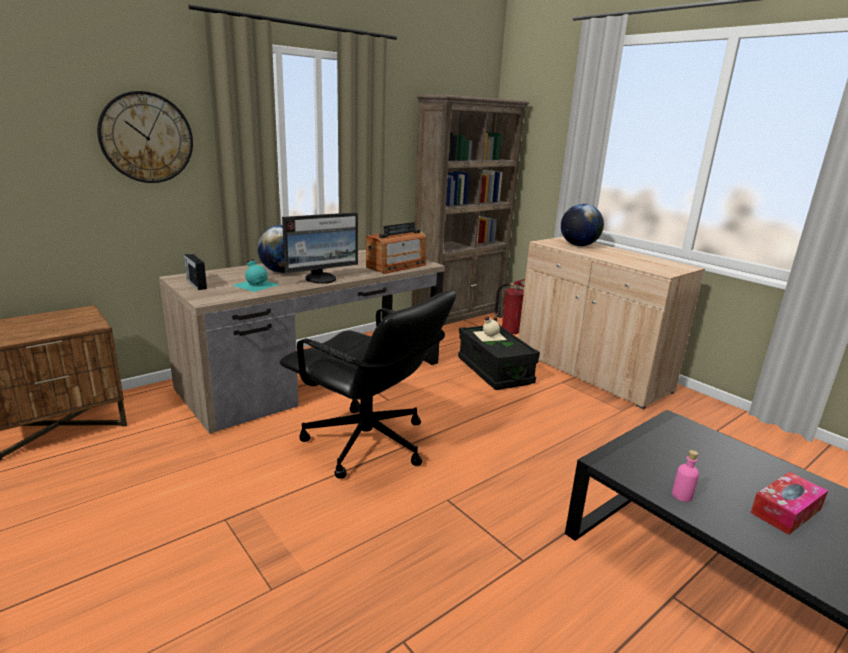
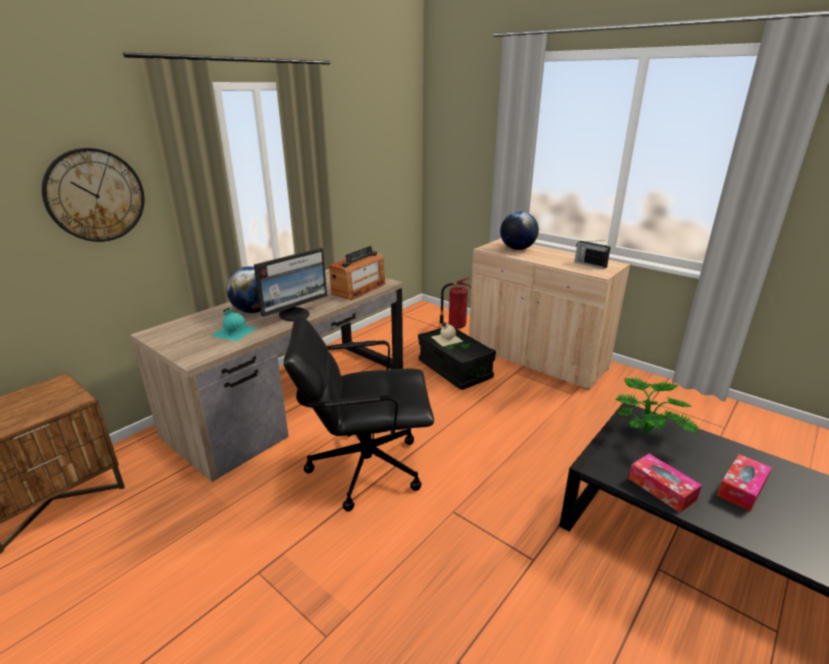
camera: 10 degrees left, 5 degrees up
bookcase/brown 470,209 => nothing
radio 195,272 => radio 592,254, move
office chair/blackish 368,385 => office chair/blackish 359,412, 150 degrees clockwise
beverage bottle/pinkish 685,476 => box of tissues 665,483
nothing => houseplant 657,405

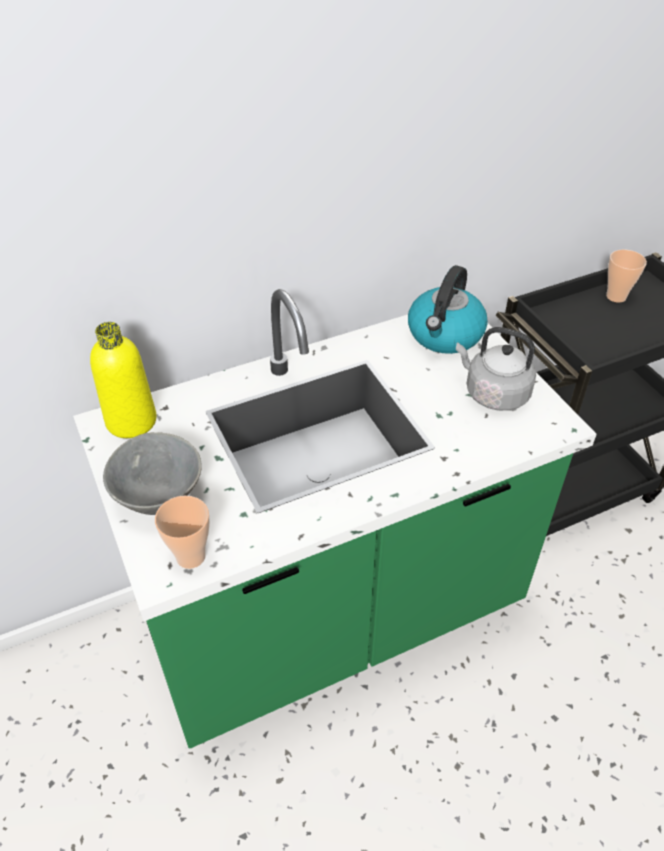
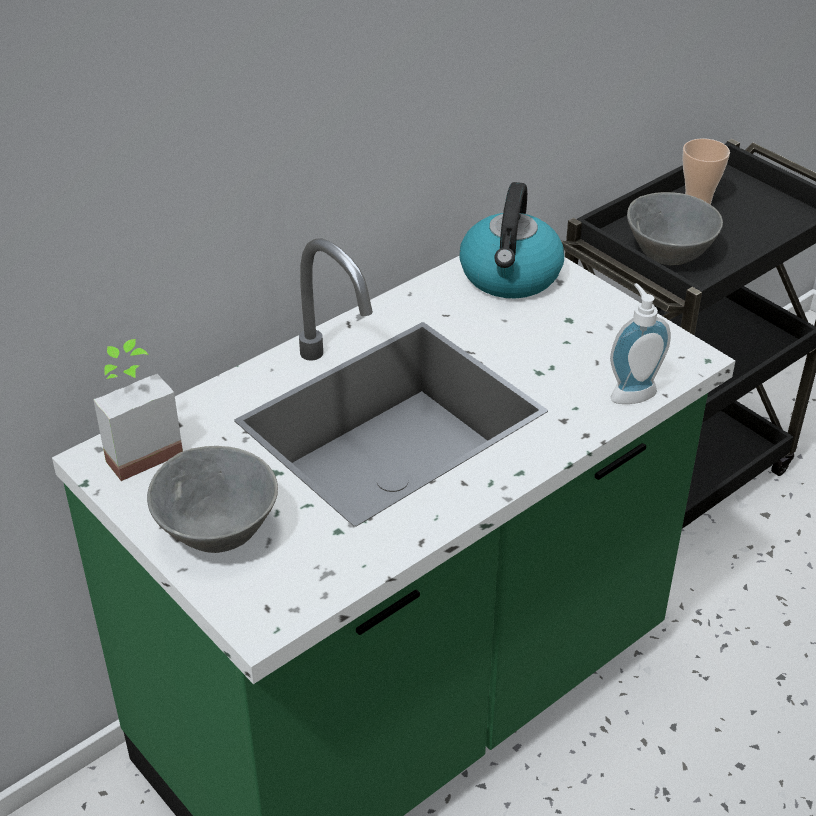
camera: 15 degrees left, 5 degrees down
beverage bottle/yellow 123,380 => houseplant 138,410
tea kettle/grey 496,369 => nothing
drinking cup 182,532 => nothing
nothing => deep dish/grey 675,228
nothing => liquid soap bottle 640,343

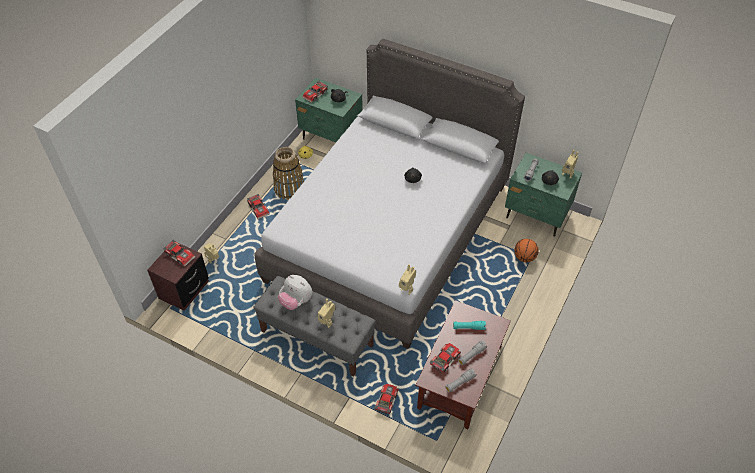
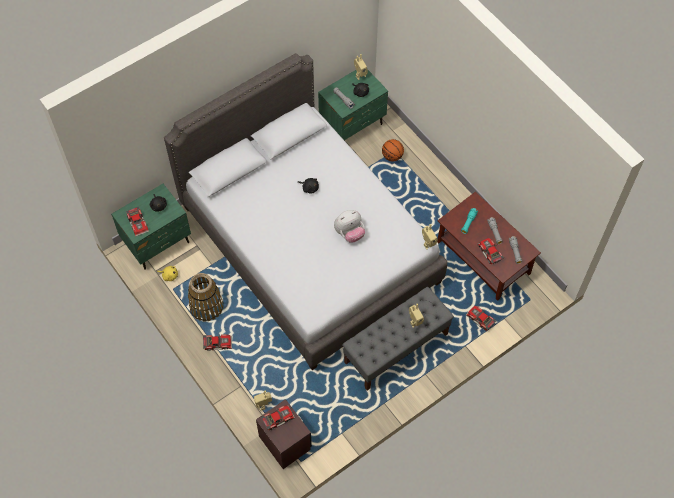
camera: 65 degrees left, 10 degrees up
soft toy 295,292 => soft toy 349,226, move

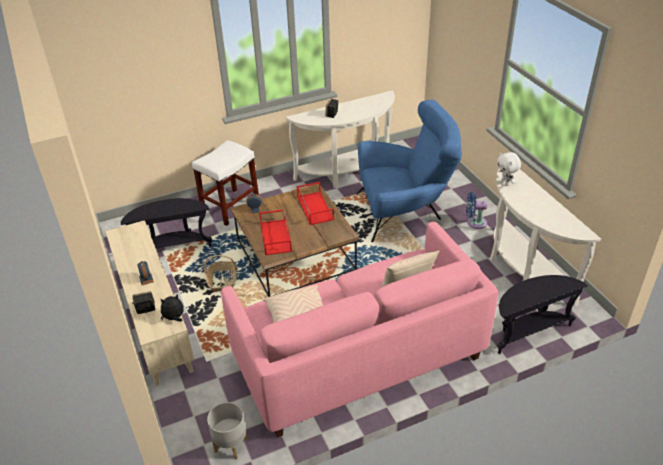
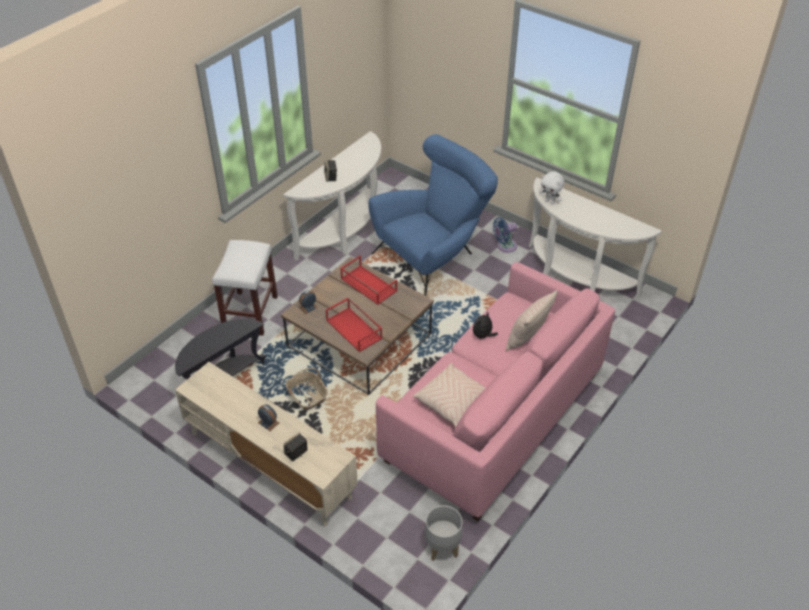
camera: 30 degrees left, 5 degrees up
accent table/blackish 542,314 => nothing
soft toy 172,308 => soft toy 485,326, move

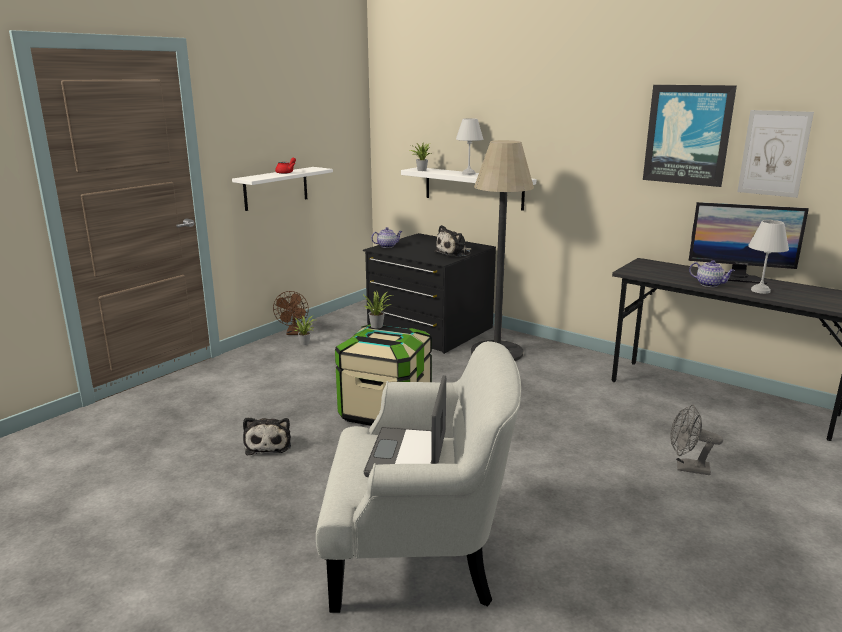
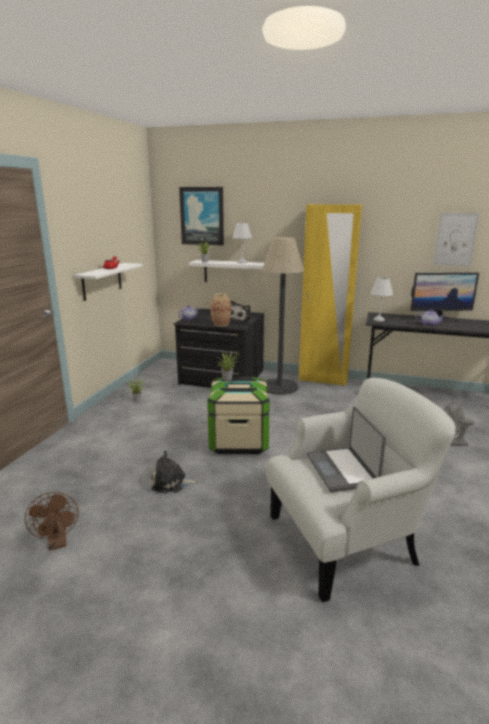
camera: 20 degrees left, 0 degrees up
picture 690,136 => picture 201,216, move
lamp for a table/white-coloured 768,257 => lamp for a table/white-coloured 382,299, move
electric fan/brown 291,313 => electric fan/brown 52,521, move
soft toy 267,436 => soft toy 174,471, 120 degrees clockwise
nothing => clothes cupboard/yellow 330,295
nothing => vase 221,310

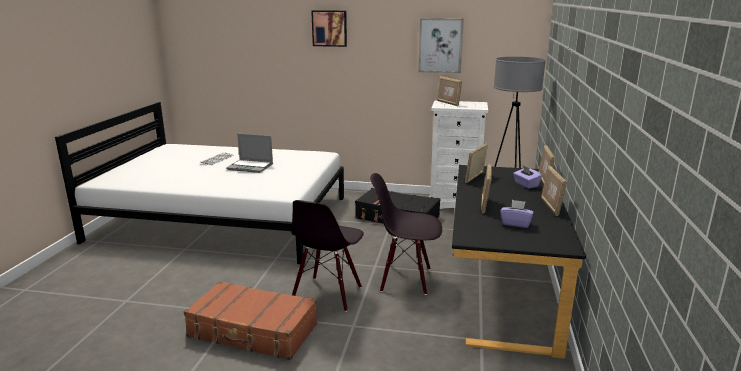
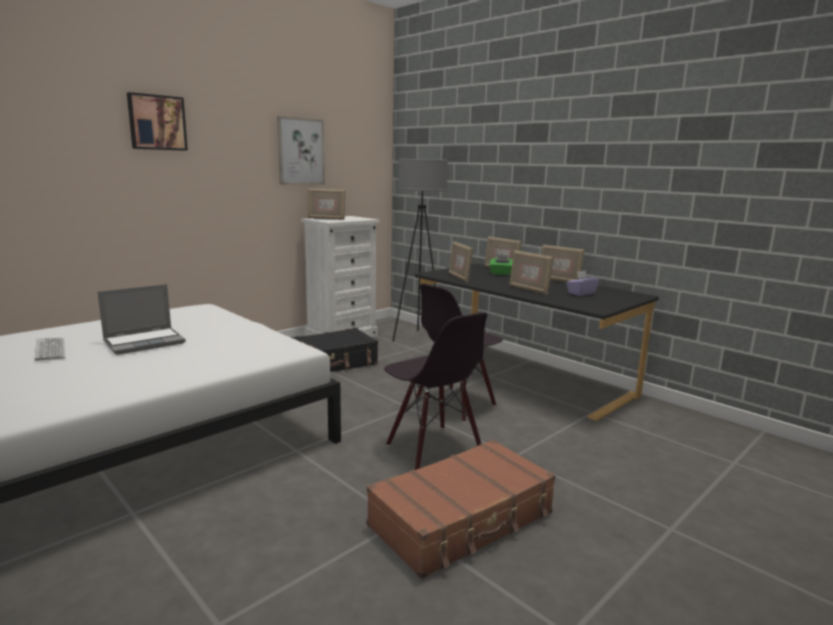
camera: 55 degrees left, 5 degrees down
box of tissues/purplish 527,177 => box of tissues/green 501,265

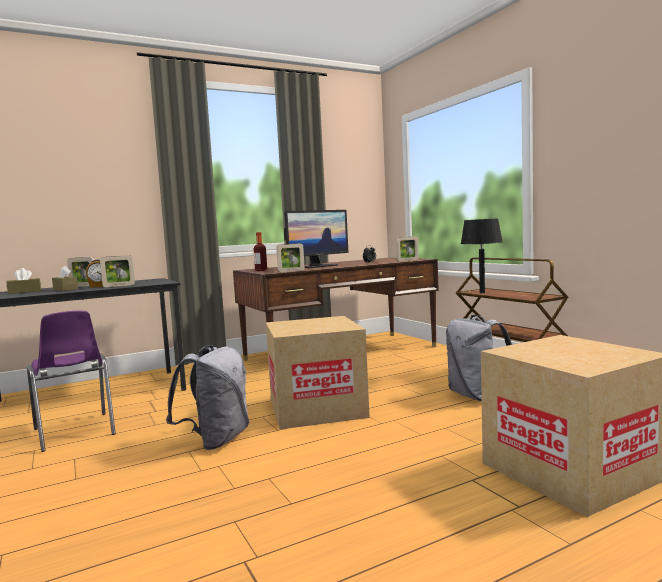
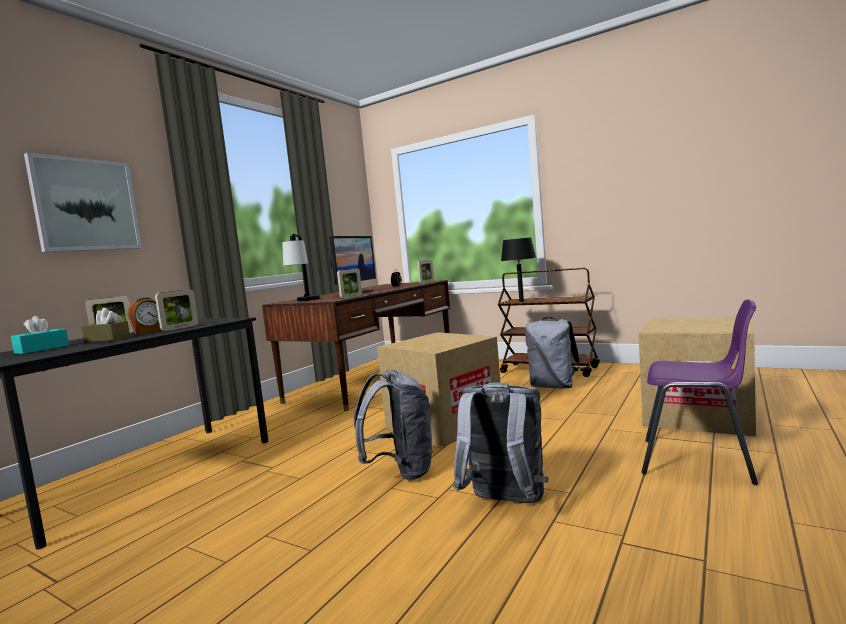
camera: 30 degrees left, 0 degrees up
beverage bottle 260,251 => lamp for a table 301,267
box of tissues/brown 24,281 => box of tissues/turquoise 40,335
upright chair/purplish 71,381 => upright chair/purplish 699,392, move
nothing => picture 83,202
nothing => rucksack/grey 500,442

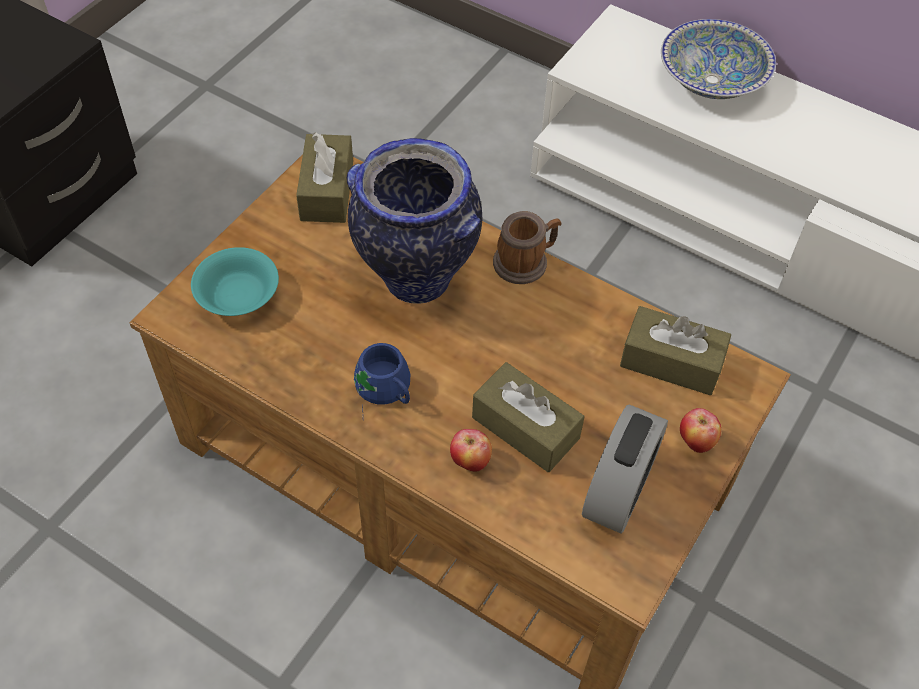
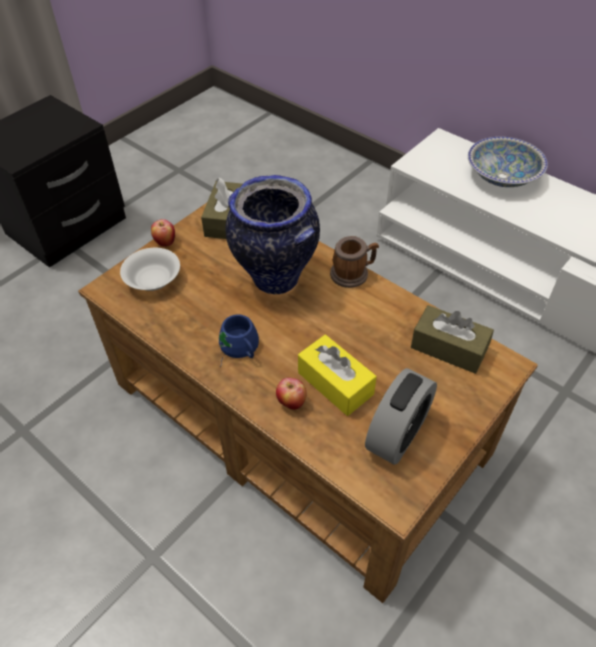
camera: 10 degrees right, 5 degrees down
deep dish/turquoise 235,281 => deep dish/white-coloured 150,269
box of tissues/brown 528,417 => box of tissues/yellow 337,375
apple 700,430 => apple 163,233, move

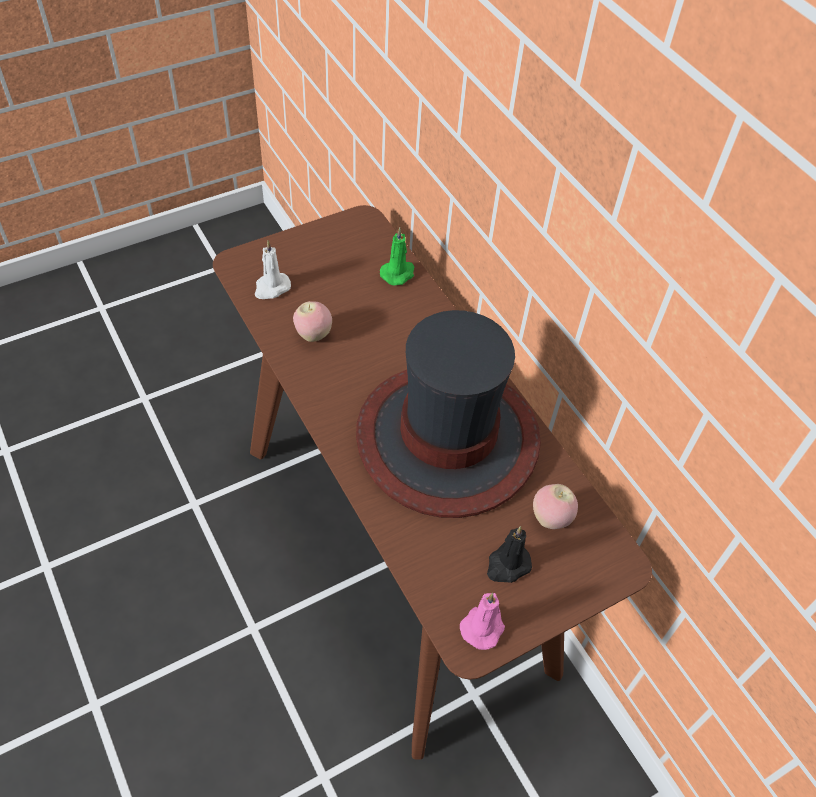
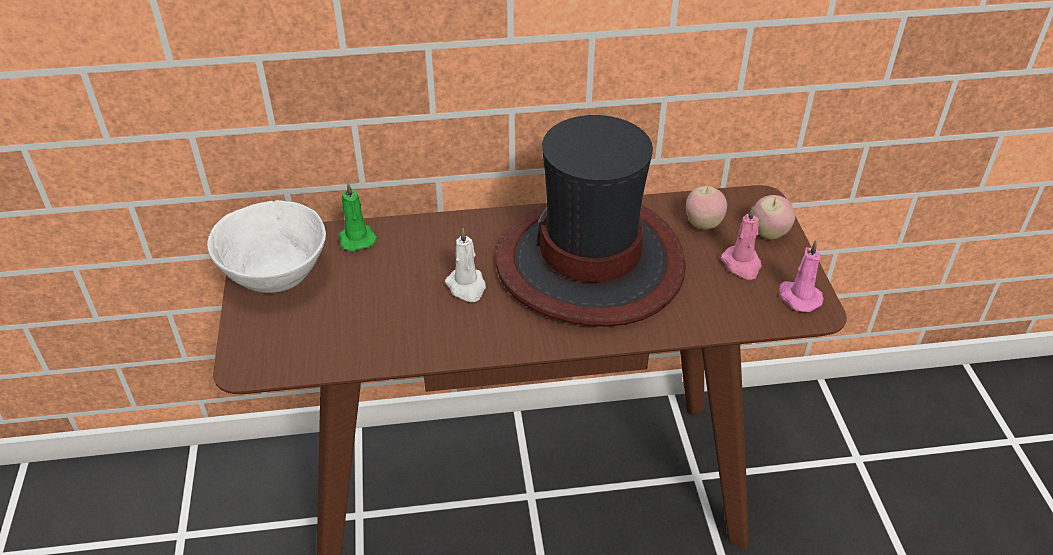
camera: 65 degrees left, 10 degrees down
wax light/white-coloured 272,269 => wax light/white-coloured 465,265, move
apple 312,321 => apple 774,217, move
wax light/blackish 509,554 => wax light/pinkish 741,243
nothing => deep dish/white-coloured 266,246

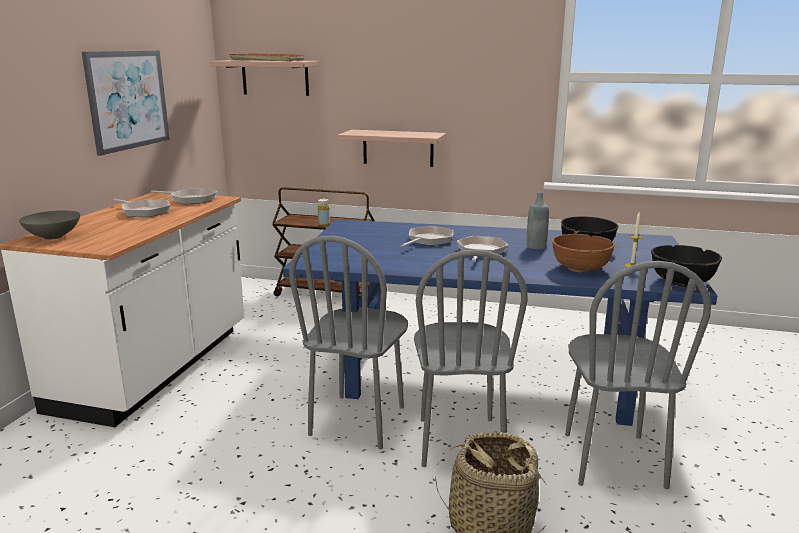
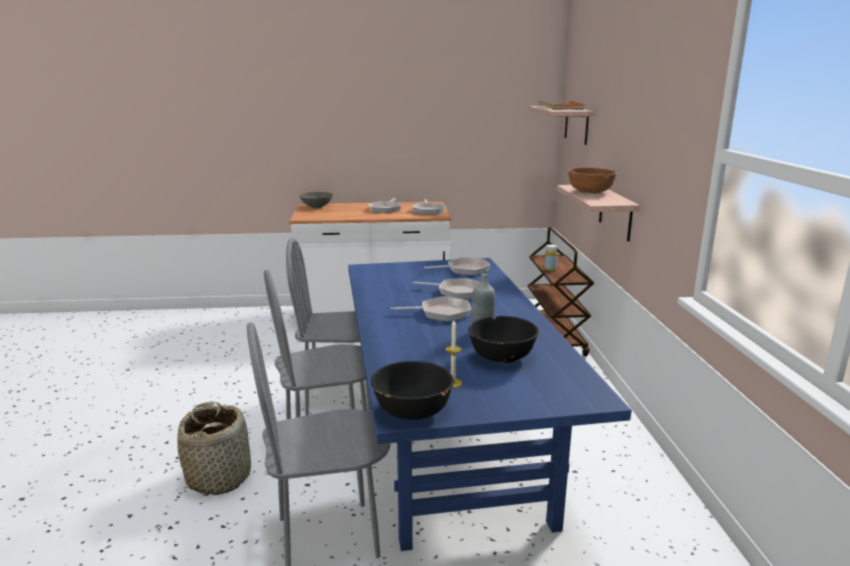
camera: 70 degrees right, 0 degrees up
picture 126,103 => nothing
deep dish/brown 583,253 => deep dish/brown 592,181, move
nothing => pan 457,266

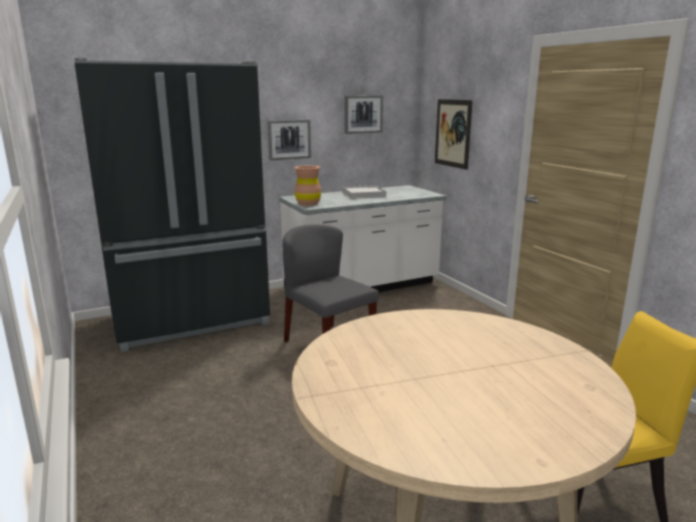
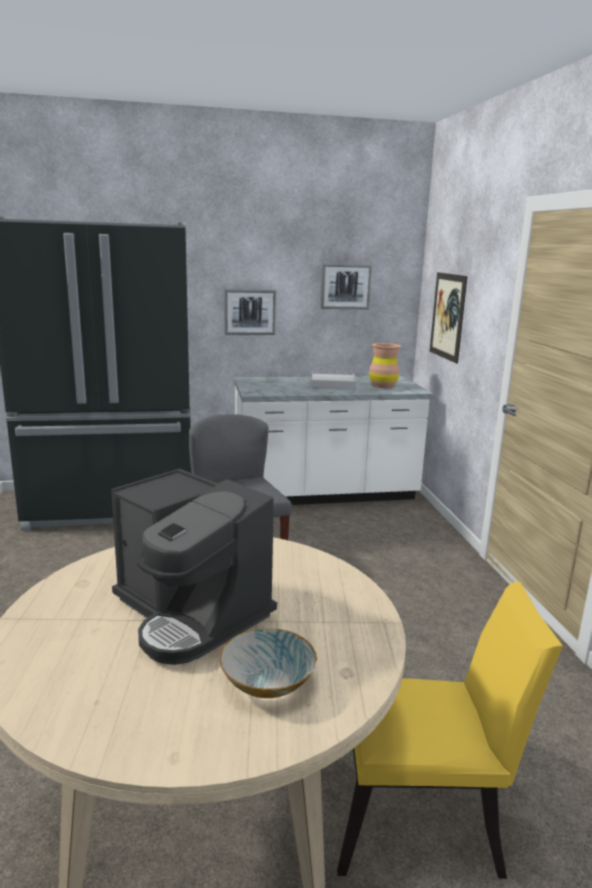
camera: 15 degrees right, 0 degrees up
vase/brown 307,186 => vase/brown 385,365, move
nothing => coffee maker 194,567
nothing => deep dish 268,663

